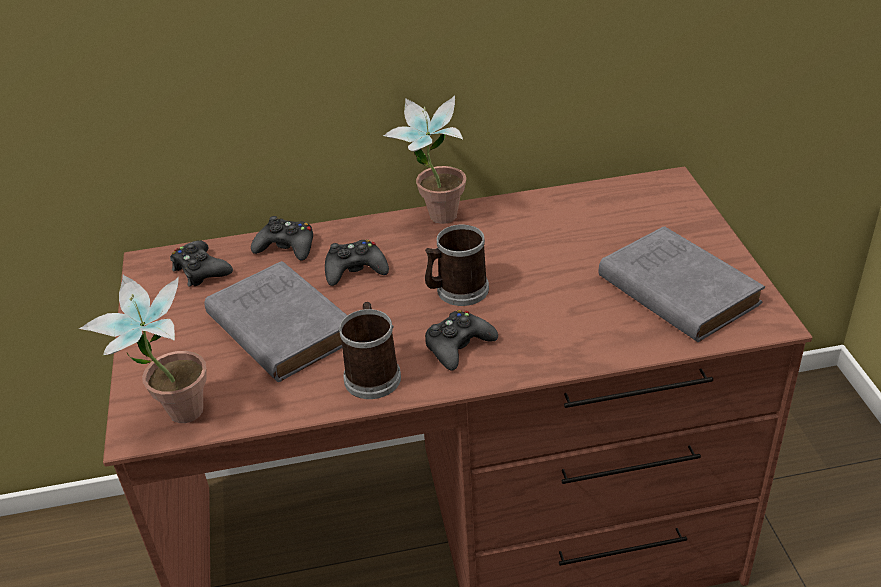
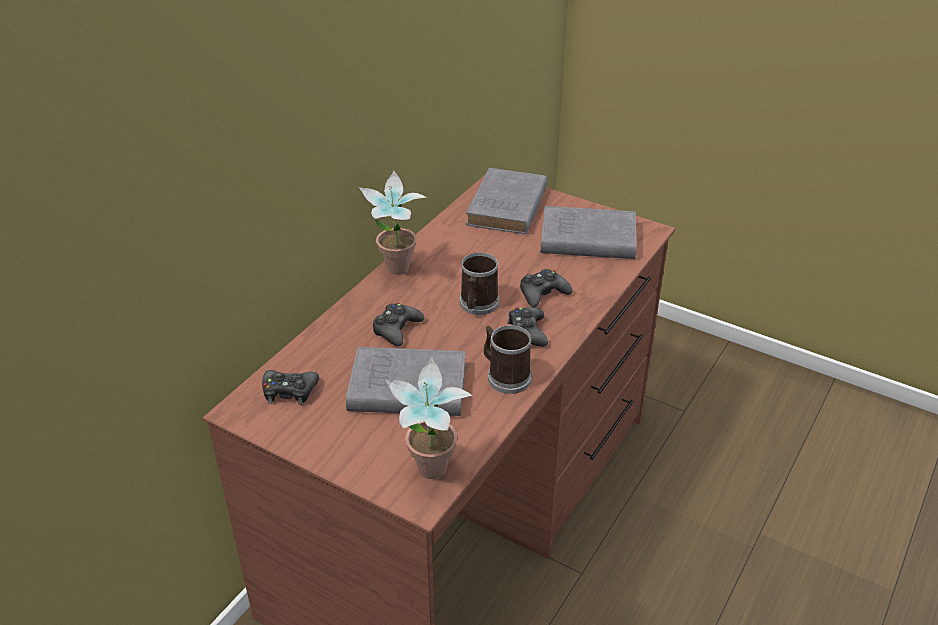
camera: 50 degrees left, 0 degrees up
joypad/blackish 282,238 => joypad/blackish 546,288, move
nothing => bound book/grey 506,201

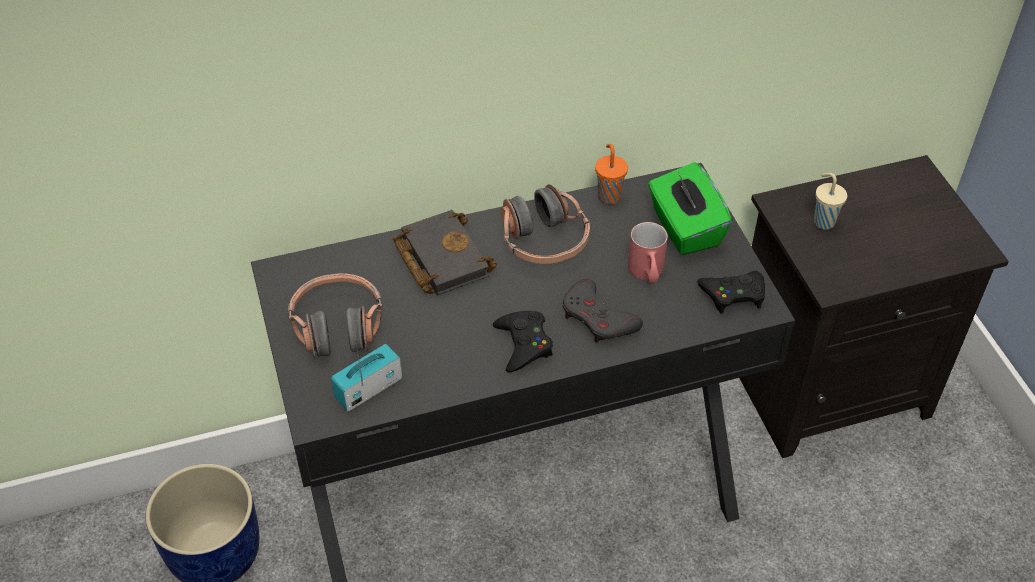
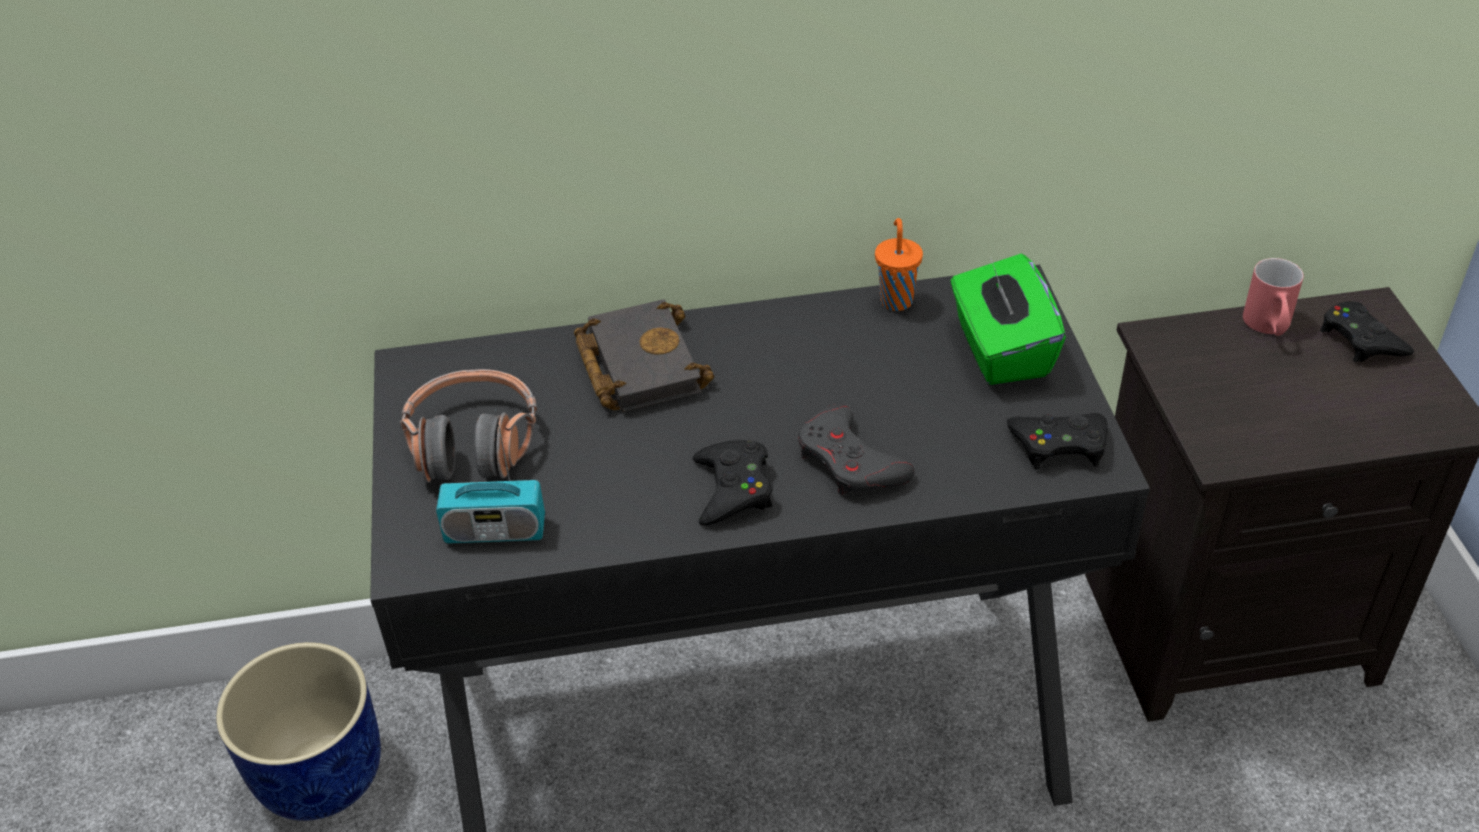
camera: 10 degrees right, 5 degrees down
drinking cup/beige-coloured 830,201 => nothing
pair of headphones 545,224 => nothing
tea mug/red 648,253 => tea mug/red 1273,297, move
radio 366,377 => radio 490,476, 150 degrees counterclockwise
nothing => joypad/blackish 1367,331

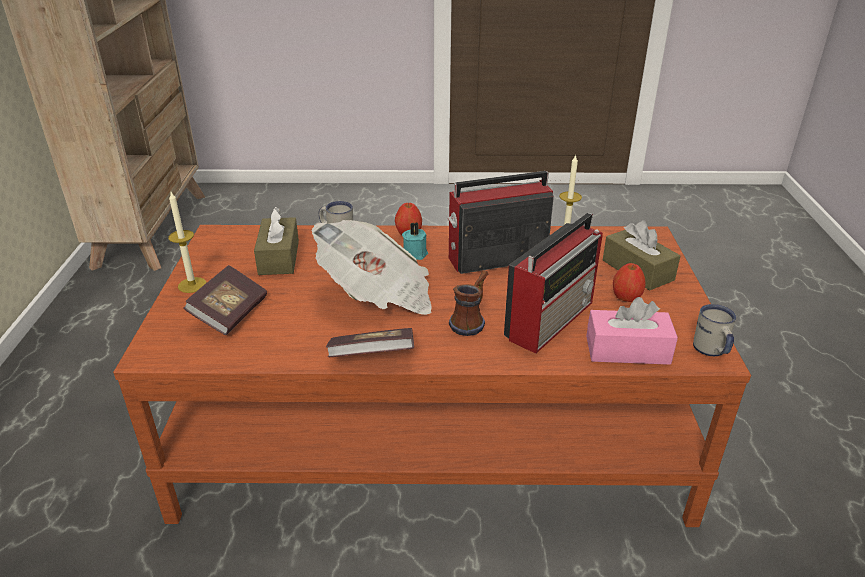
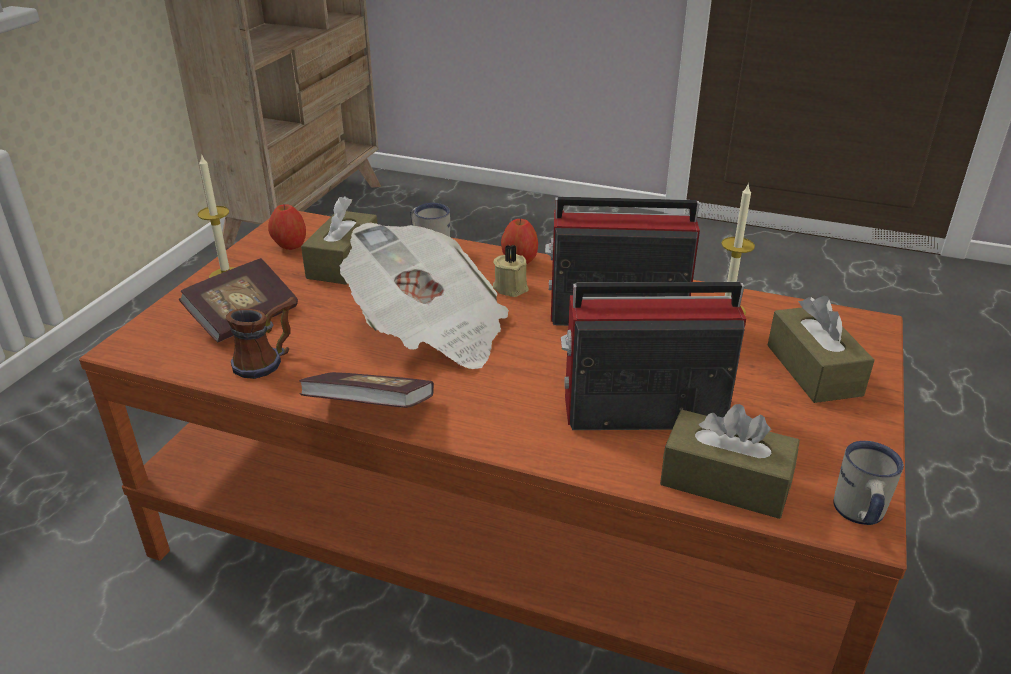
camera: 20 degrees right, 0 degrees up
radio 553,283 => radio 653,356, 150 degrees counterclockwise
wax light/turquoise 415,241 => wax light/beige-coloured 511,270
apple 629,282 => apple 287,227, move
tea mug 469,303 => tea mug 261,338, move
box of tissues/pinkish 632,331 => box of tissues/brown 730,461

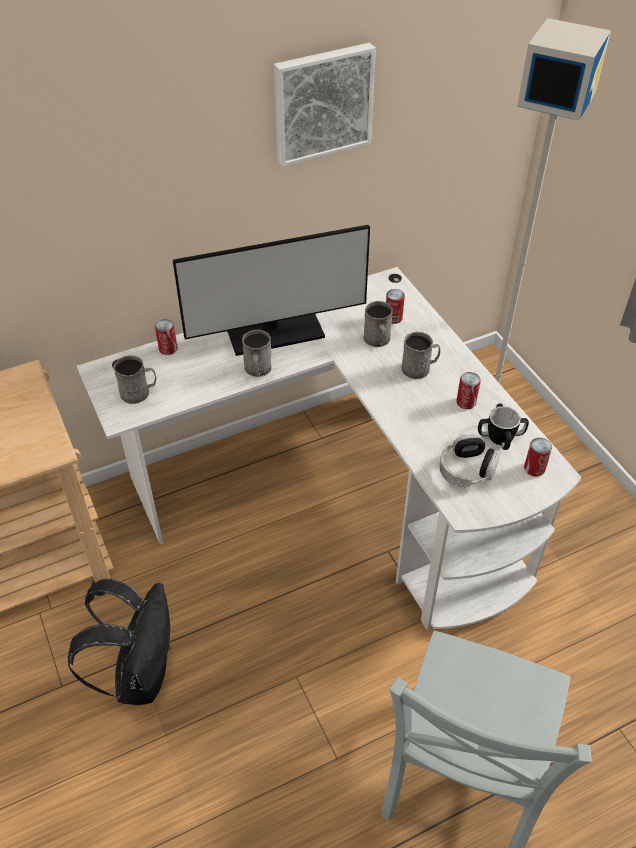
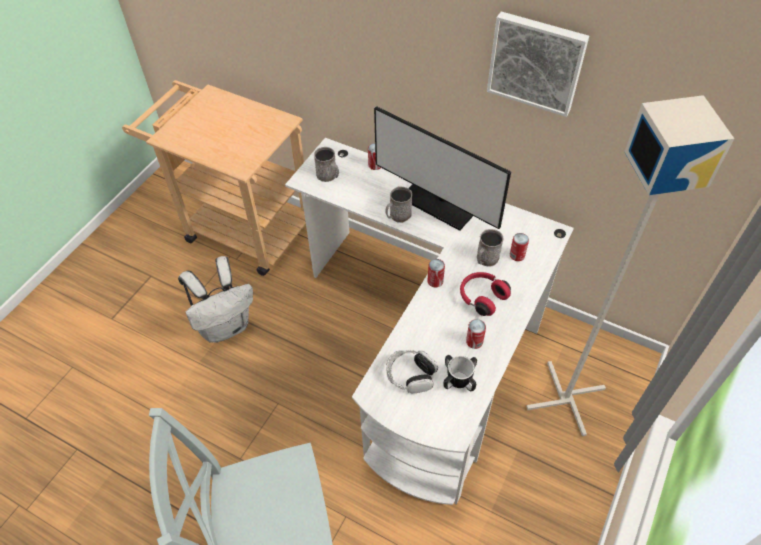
camera: 55 degrees right, 5 degrees up
tea mug/grey 420,355 => pair of headphones/red 485,294
metal can 538,457 => metal can 436,273, move
rucksack/blackish 120,641 => rucksack/white-coloured 215,299

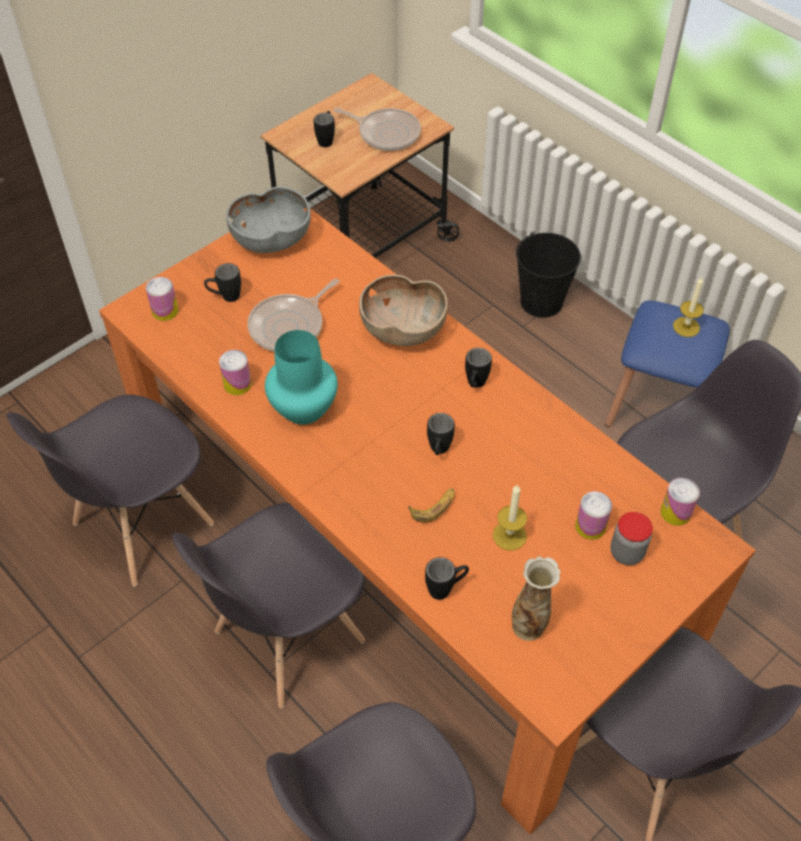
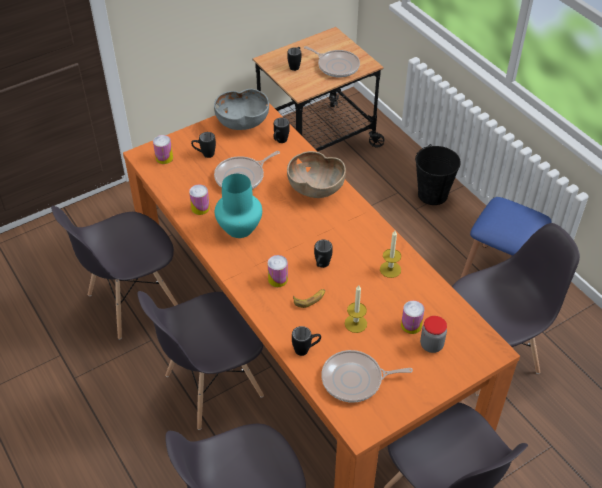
camera: 10 degrees right, 5 degrees down
wax light 688,307 => wax light 390,254, move
tea mug/blackish 478,368 => tea mug/blackish 281,130, move
metal can 680,502 => metal can 278,271, move
vase 536,598 => pan 367,376

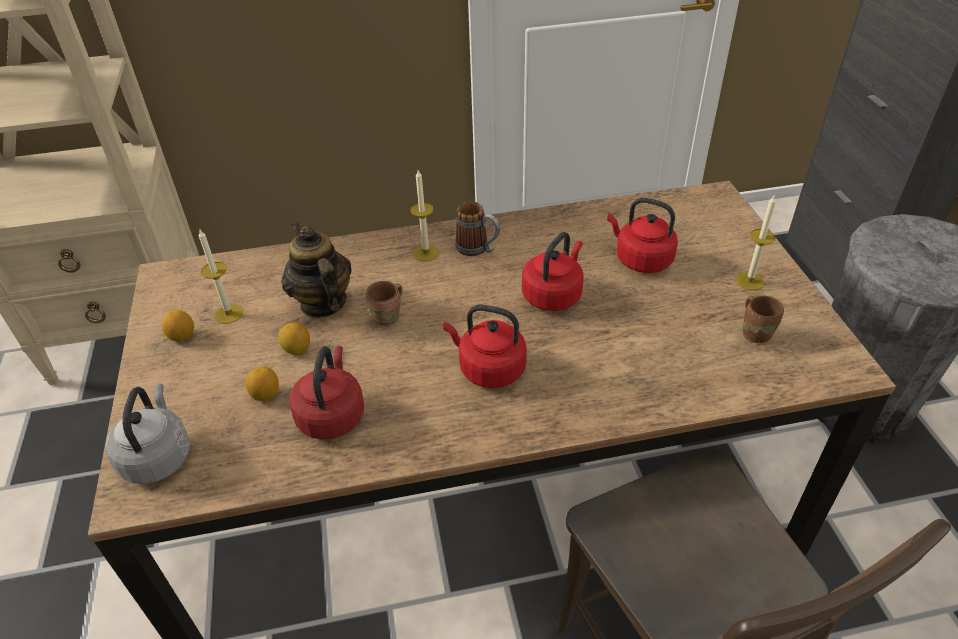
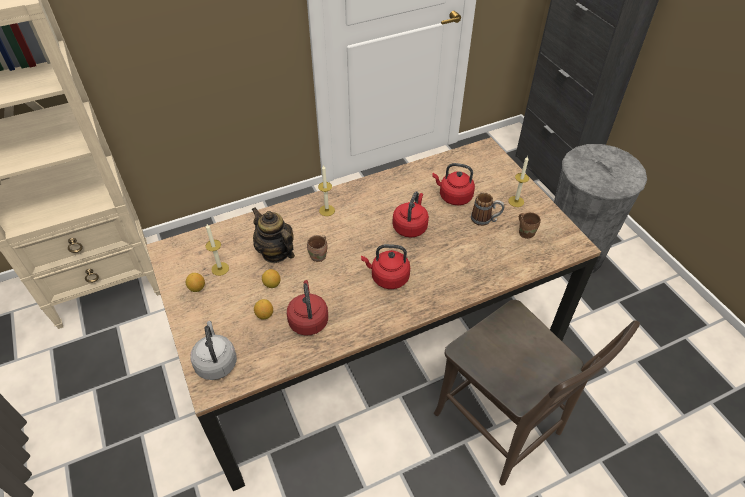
camera: 15 degrees left, 5 degrees up
tea mug 477,228 => tea mug 488,209, move

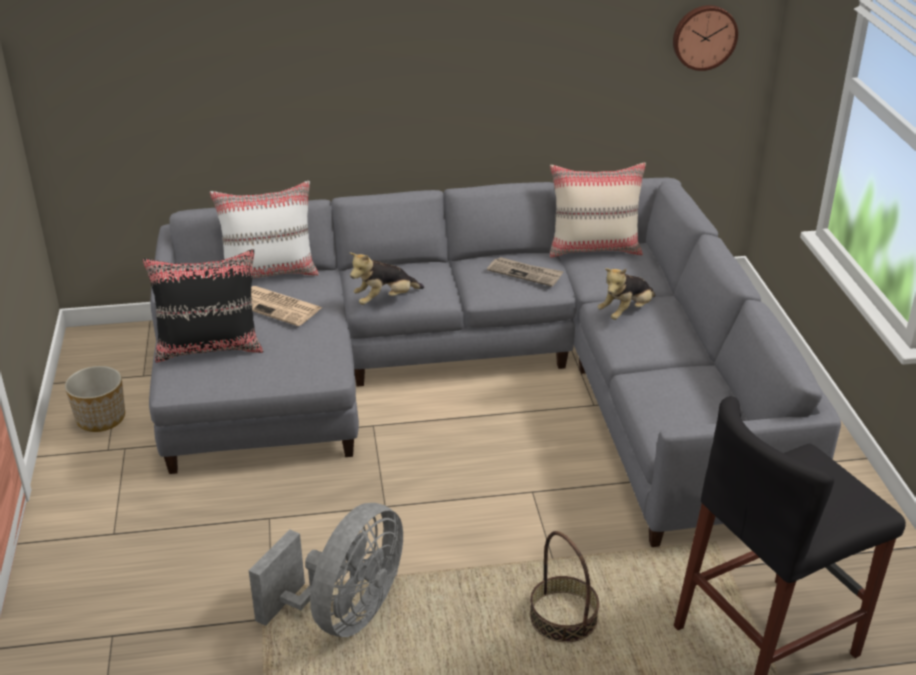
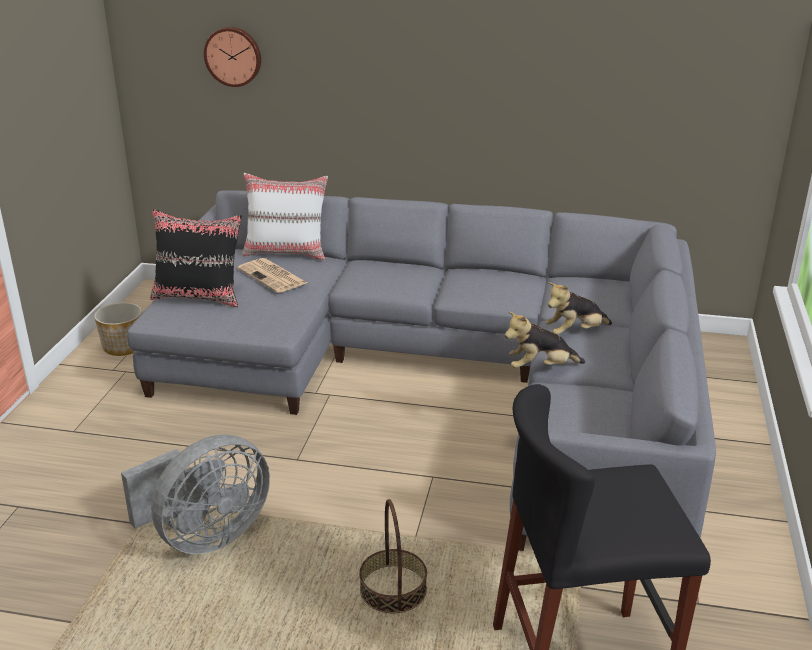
camera: 20 degrees right, 5 degrees down
wall clock 705,38 => wall clock 232,57, move
throw pillow/beige-coloured 598,210 => nothing
soft toy 387,278 => soft toy 545,339, move
newspaper 525,272 => nothing

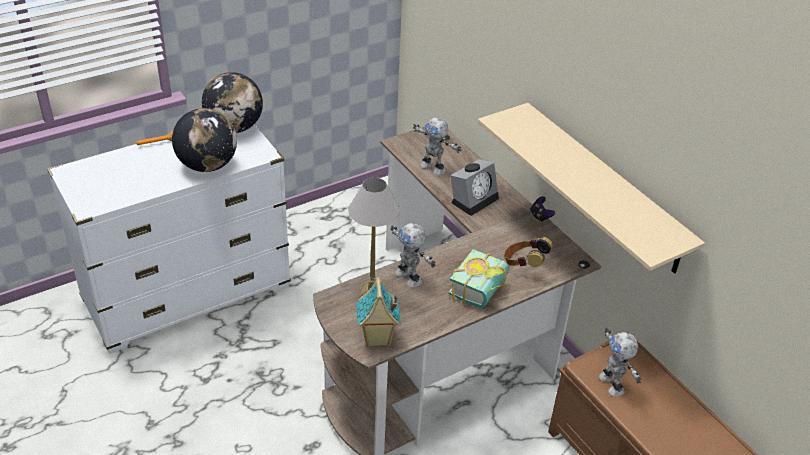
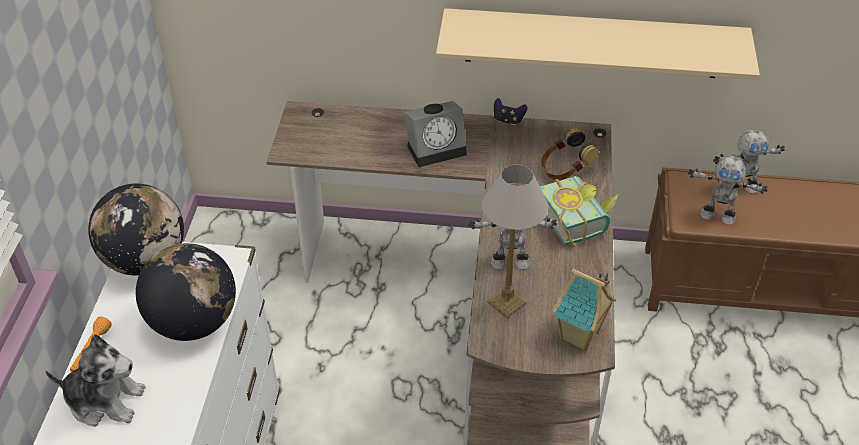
camera: 50 degrees left, 5 degrees up
robot figure 437,146 => robot figure 749,163, move
bedside clock 474,187 => bedside clock 436,134, 75 degrees clockwise
nothing => soft toy 95,380

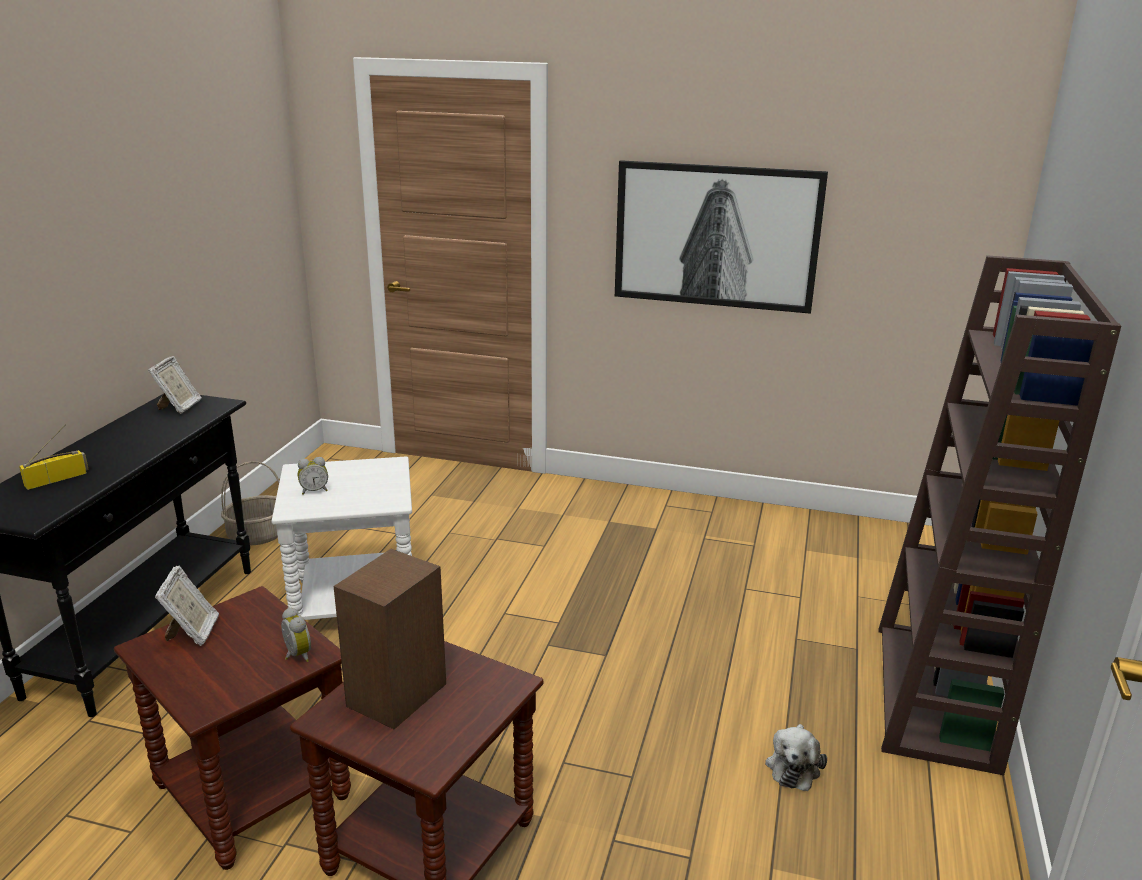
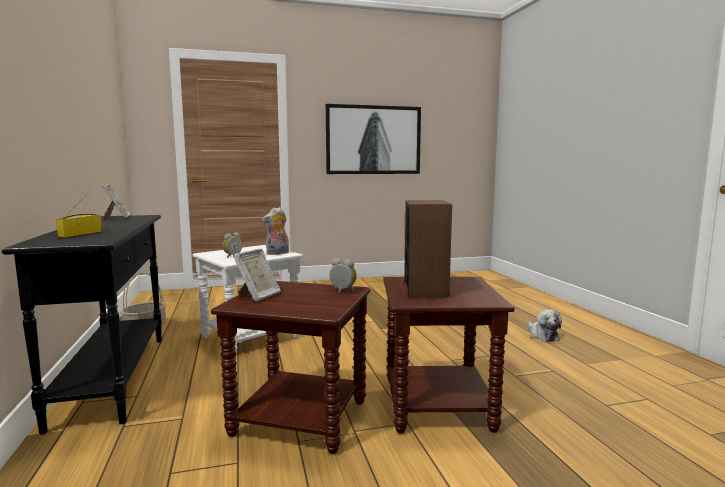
camera: 30 degrees left, 15 degrees down
bookcase/brown 999,515 => nothing
photo frame 187,606 => photo frame 257,275, 60 degrees clockwise
nothing => soft toy 275,231

